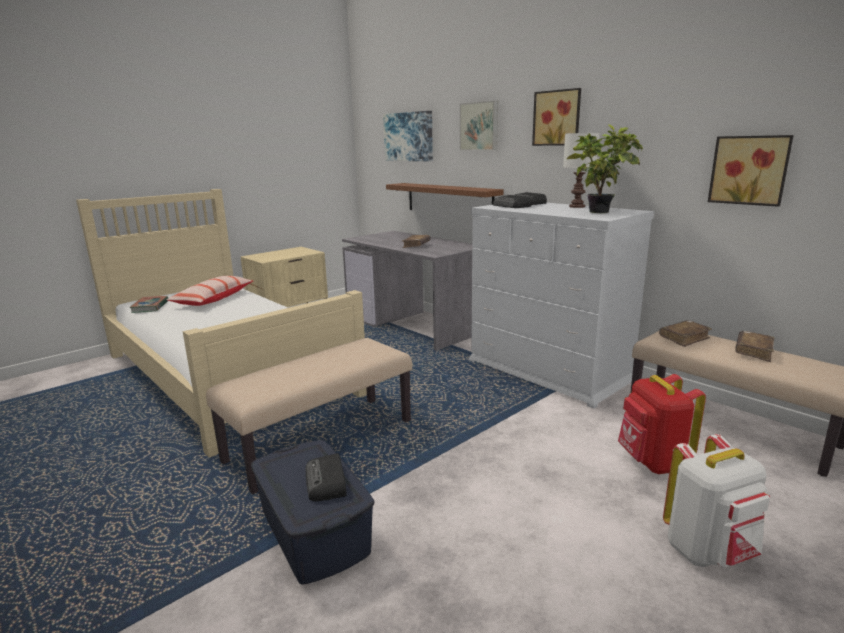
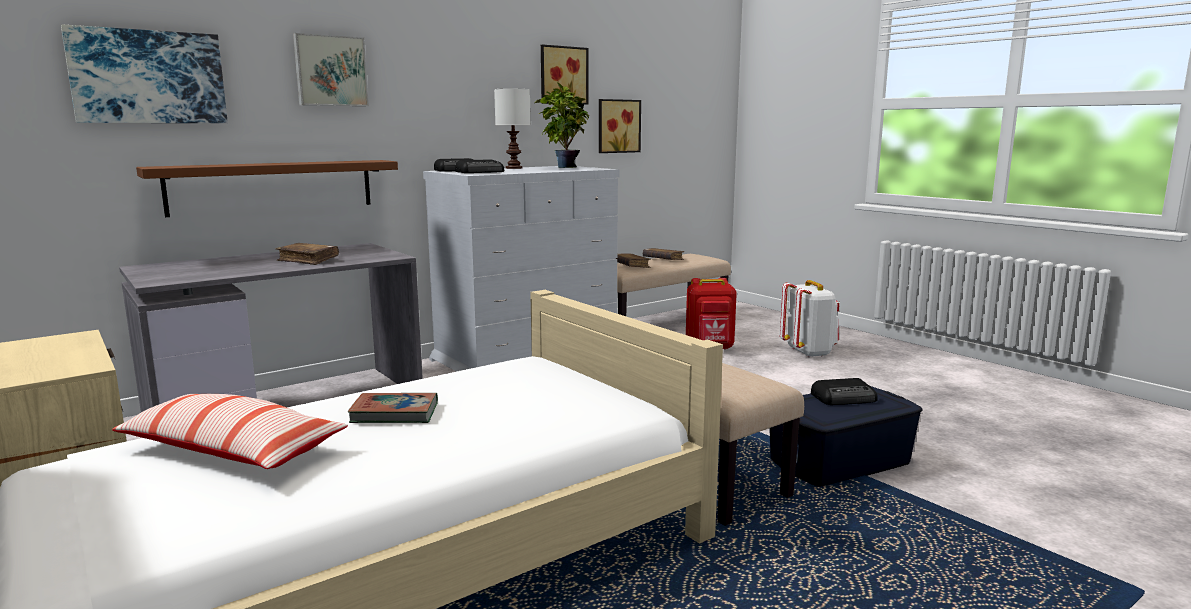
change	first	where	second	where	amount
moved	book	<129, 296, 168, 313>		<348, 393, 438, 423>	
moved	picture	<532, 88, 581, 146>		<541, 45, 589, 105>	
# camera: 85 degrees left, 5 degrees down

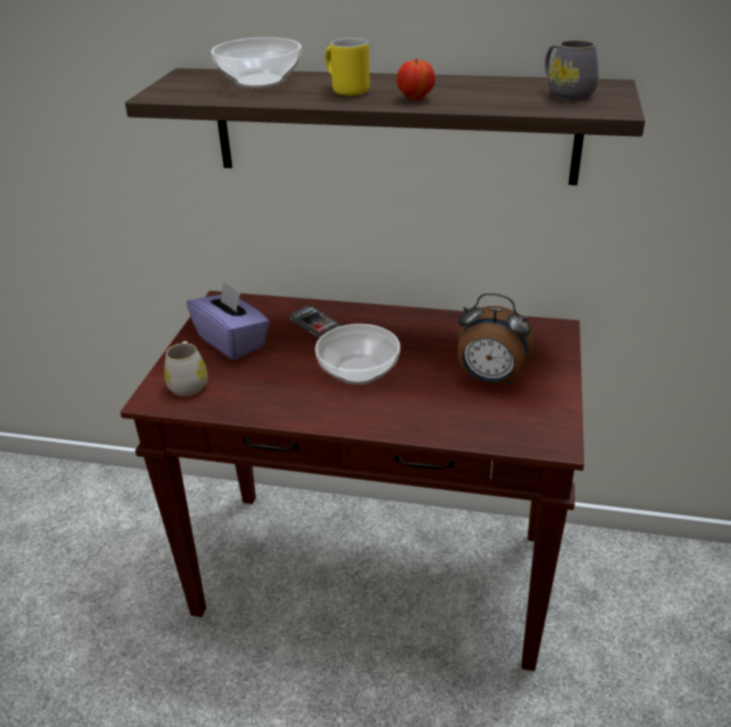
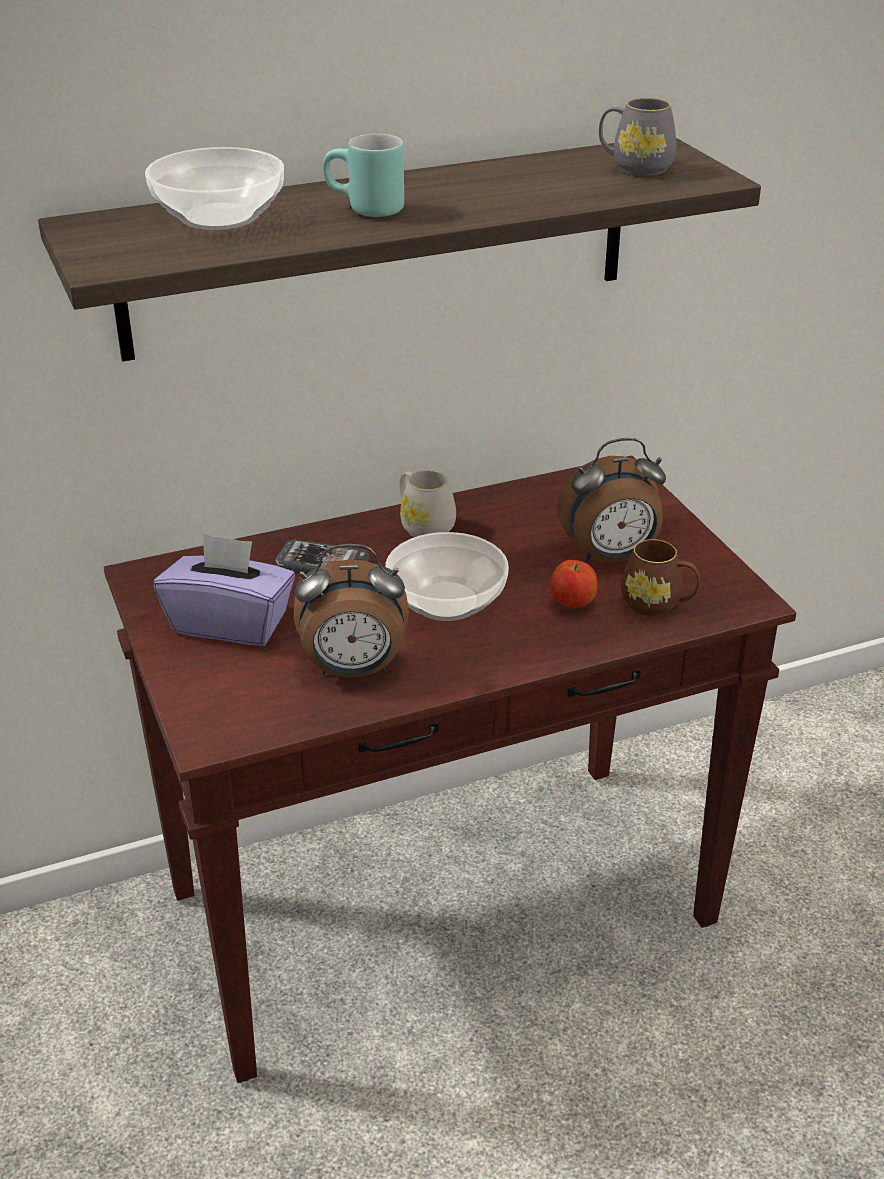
change	first	where	second	where	amount
added			alarm clock	<294, 544, 409, 678>	
added			mug (brown)	<621, 539, 700, 615>	
moved	mug (white)	<164, 341, 208, 397>		<400, 470, 456, 537>	
moved	apple	<397, 58, 435, 100>		<550, 560, 598, 609>	
recoloured	mug (yellow)	<325, 38, 370, 96>	mug (turquoise)	<323, 134, 404, 217>	
# camera: 35 degrees left, 0 degrees up

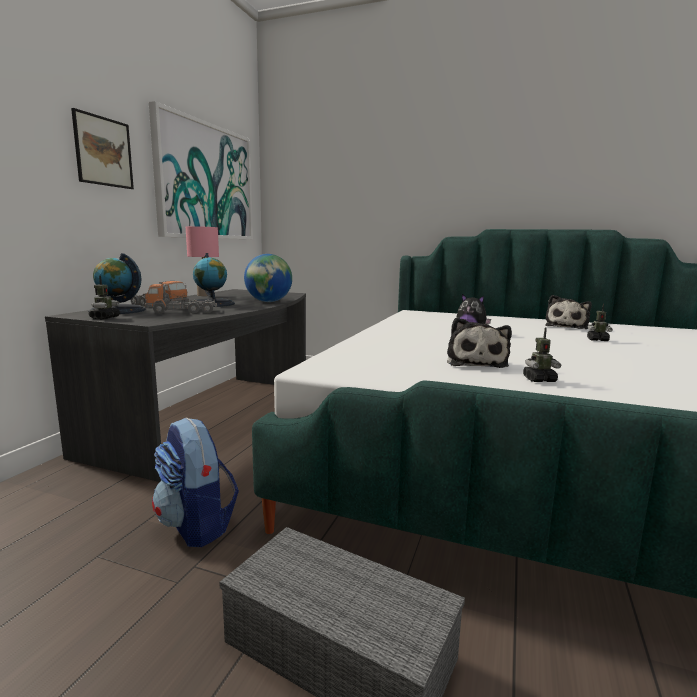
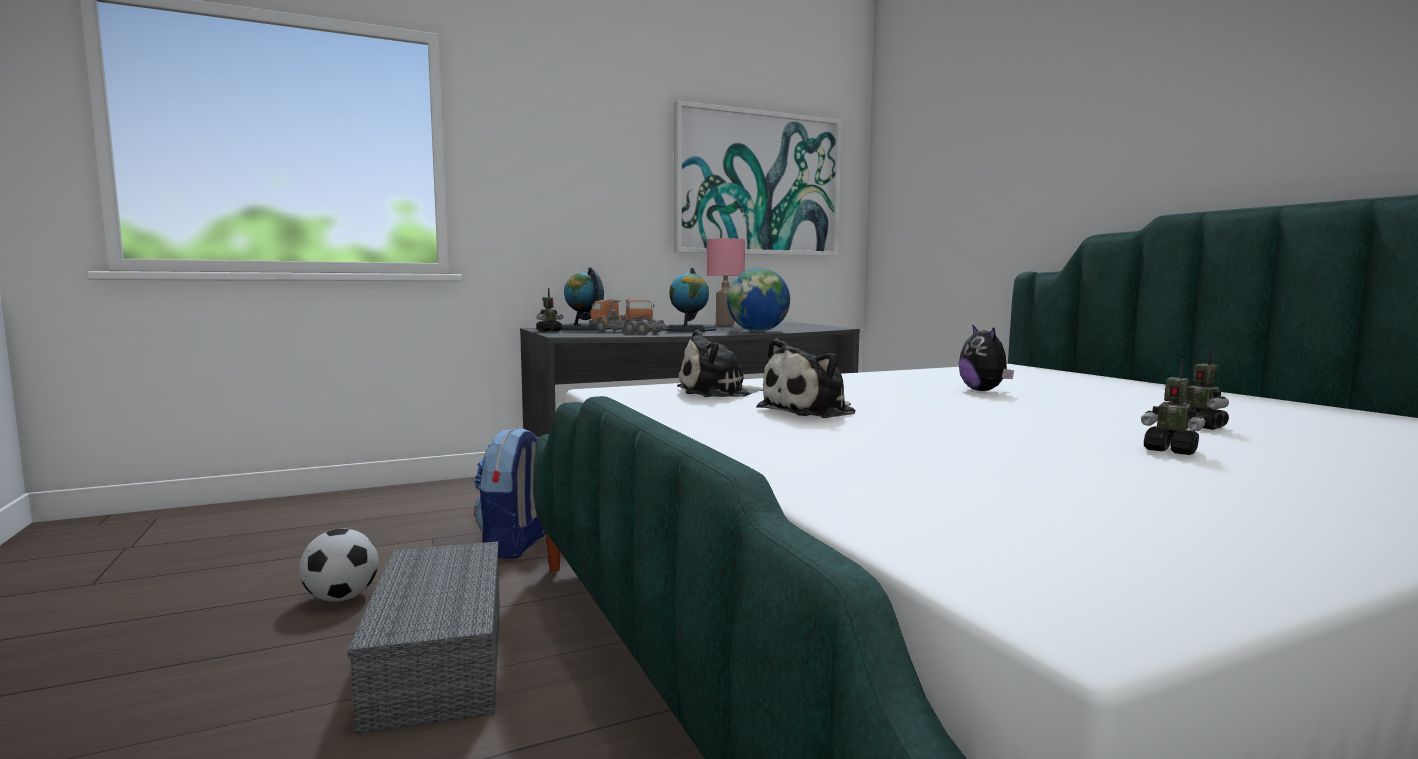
change	first	where	second	where	amount
removed	picture	<71, 108, 134, 189>			
added			football	<299, 529, 378, 602>	
moved	toy robot	<523, 327, 561, 382>		<1141, 359, 1205, 455>	
moved	plush toy	<545, 295, 592, 329>		<677, 330, 763, 397>	
# camera: 45 degrees right, 5 degrees down

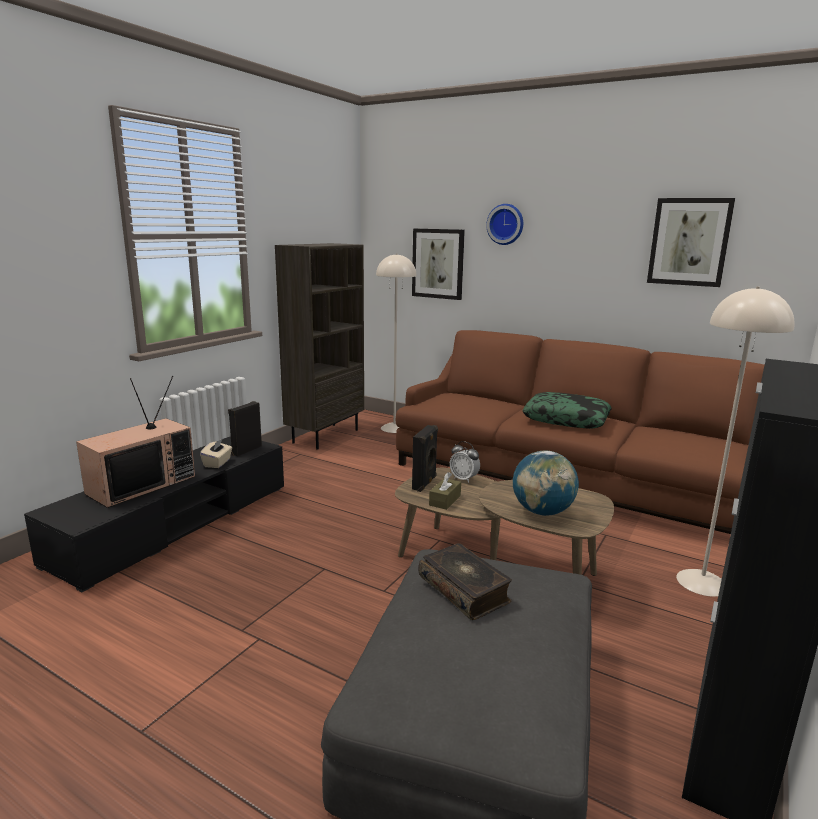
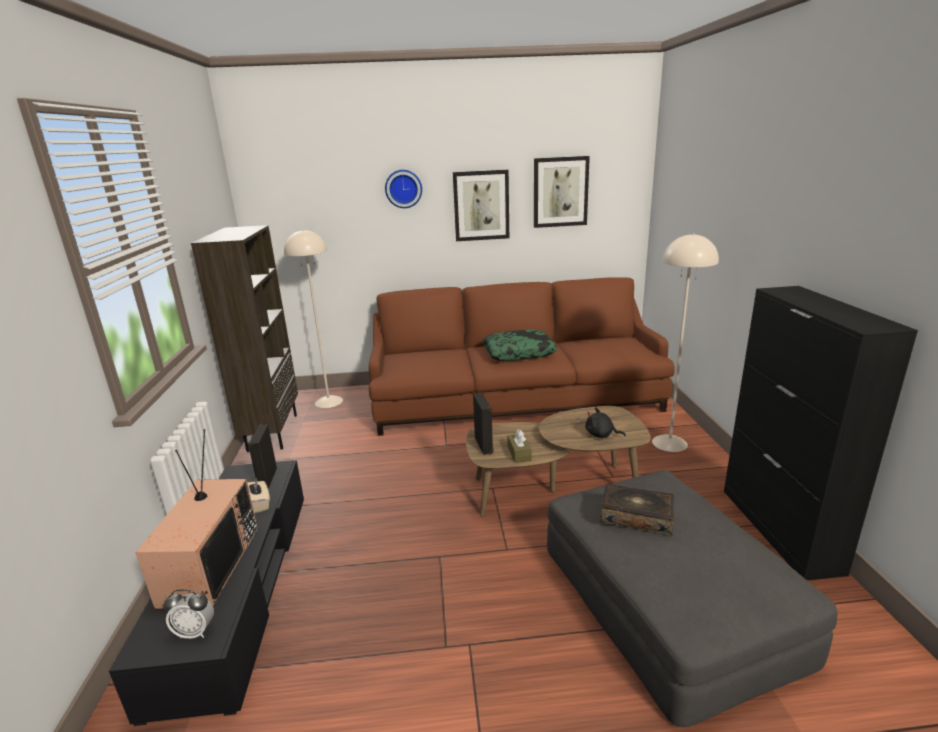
change	first	where	second	where	amount
moved	picture	<412, 229, 465, 300>		<453, 170, 509, 241>	
moved	alarm clock	<450, 441, 480, 483>		<164, 589, 214, 639>	
replaced	globe	<513, 450, 579, 516>	plush toy (black)	<585, 407, 626, 438>	
# camera: 35 degrees left, 5 degrees up

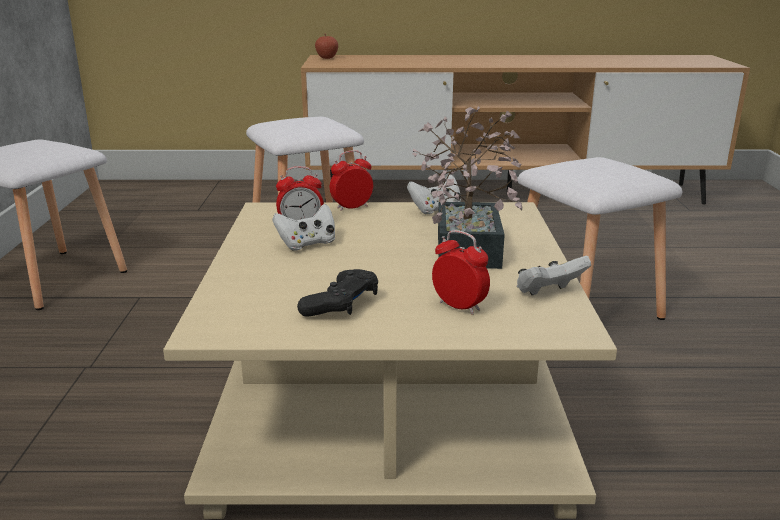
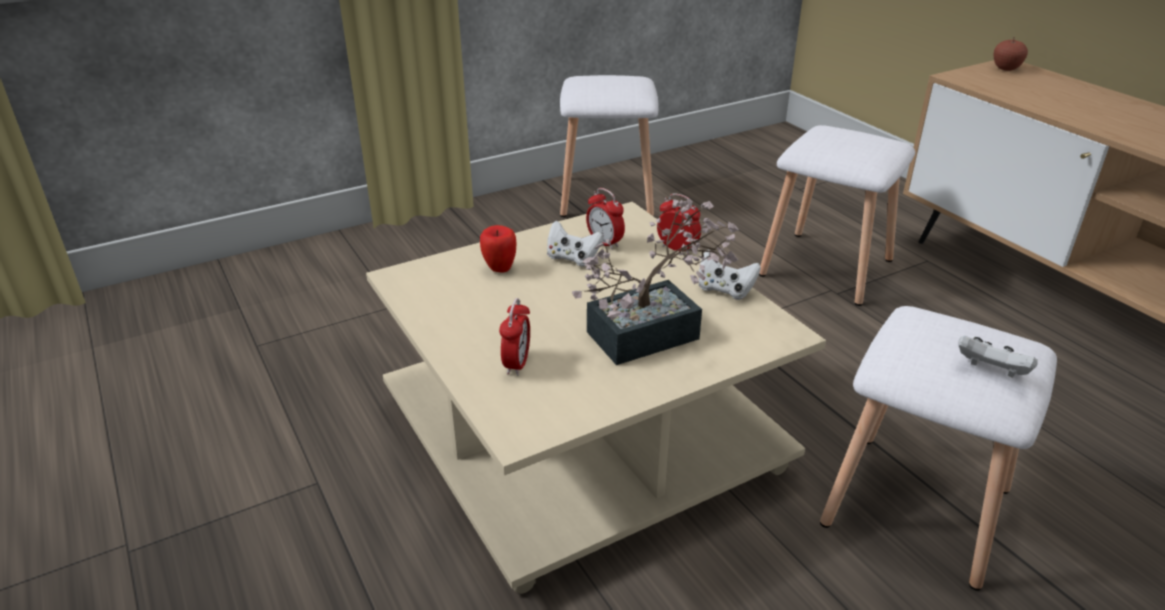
change	first	where	second	where	amount
removed	game controller (black)	<297, 269, 378, 317>			
added			apple	<480, 225, 517, 273>	
moved	game controller (white)	<517, 256, 591, 295>		<958, 336, 1038, 378>	
# camera: 60 degrees right, 10 degrees up

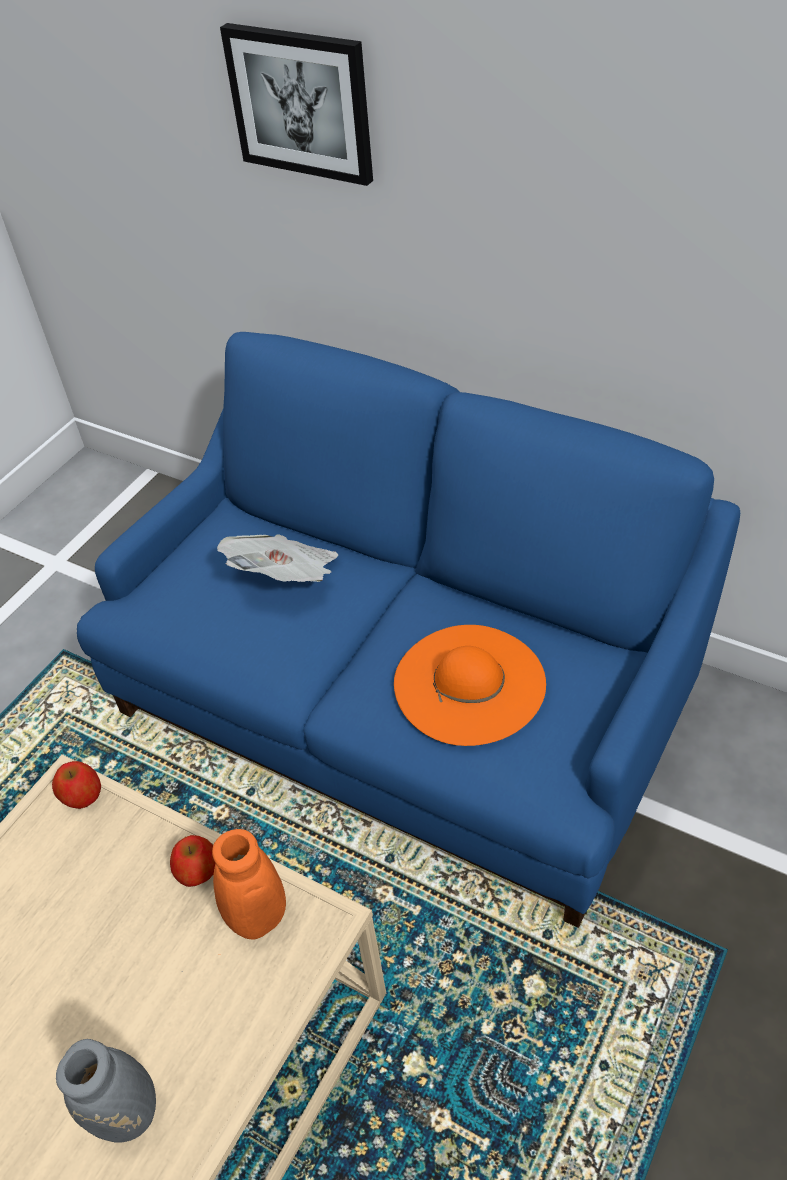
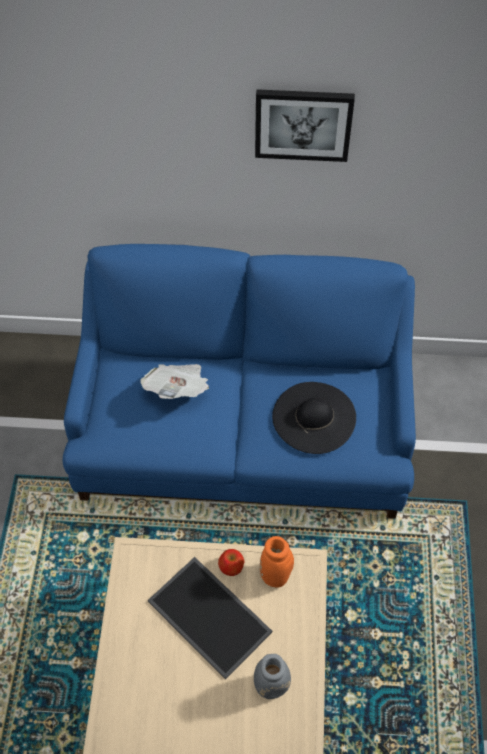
change	first	where	second	where	amount
removed	apple	<52, 761, 101, 809>			
added			tray	<148, 557, 272, 680>	
moved	picture	<220, 23, 373, 186>		<255, 89, 355, 162>	
recoloured	hat (orange)	<394, 625, 546, 746>	hat (black)	<272, 382, 356, 454>	
# camera: 30 degrees left, 10 degrees up

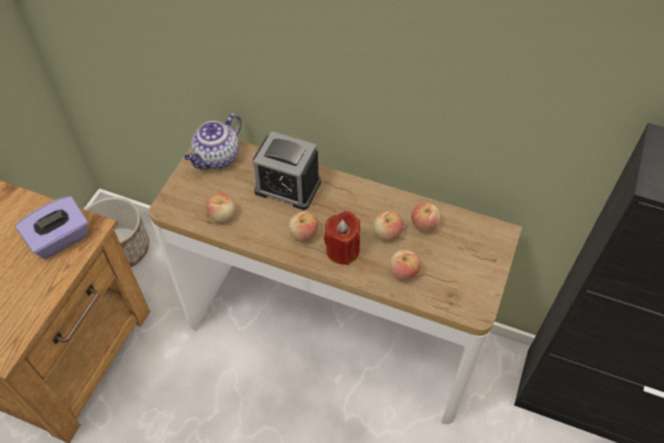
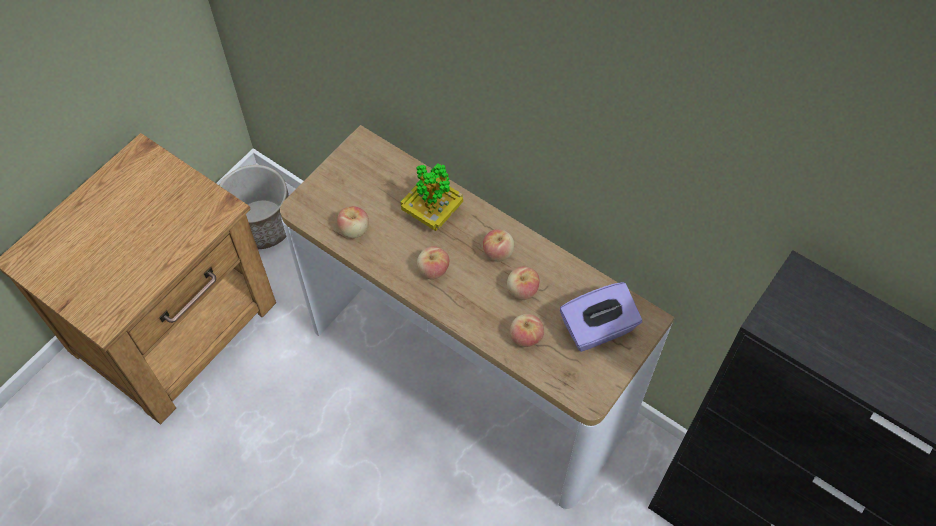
change	first	where	second	where	amount
removed	teapot	<184, 114, 242, 169>			
removed	candle (red)	<324, 211, 360, 265>			
moved	tissue box (purple)	<15, 196, 88, 259>		<560, 282, 642, 352>	
moved	apple	<411, 203, 441, 232>		<483, 229, 514, 262>	
replaced	alarm clock	<253, 131, 321, 210>	potted plant	<401, 163, 463, 231>	
# camera: 15 degrees right, 5 degrees up

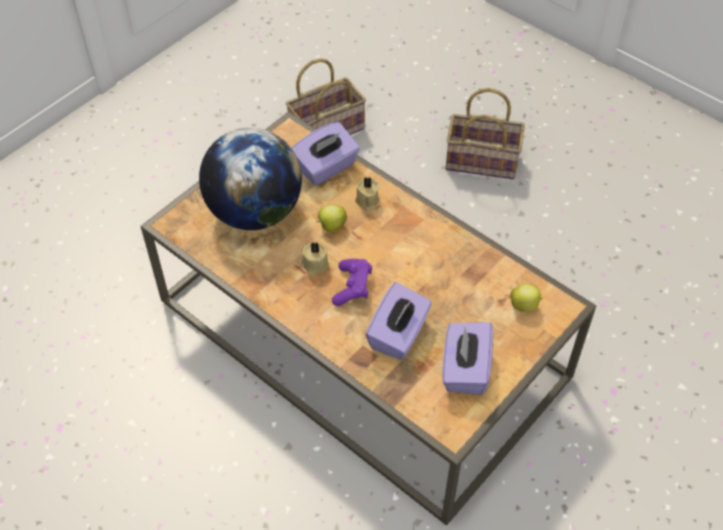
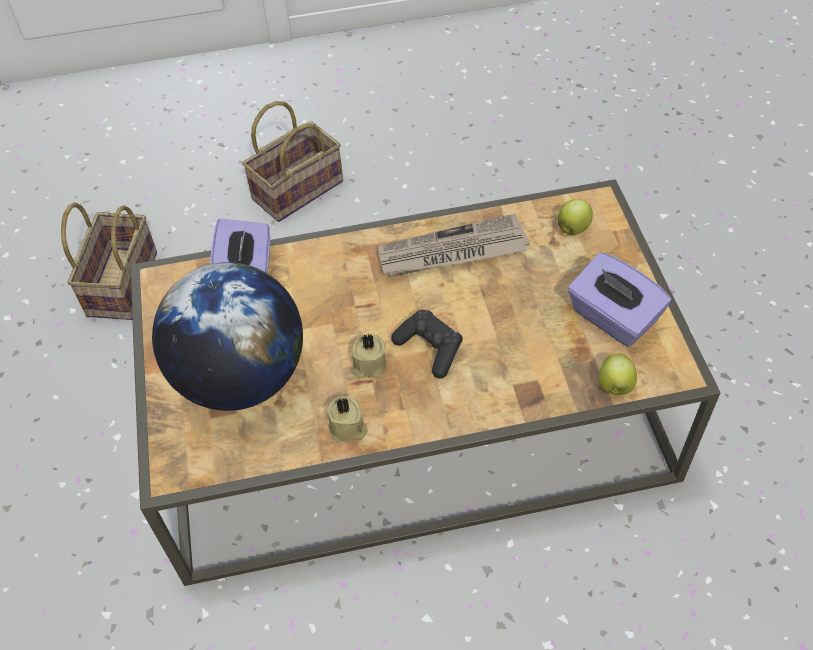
change	first	where	second	where	amount
removed	tissue box (purple)	<366, 282, 432, 360>			
added			newspaper	<378, 214, 530, 277>	
moved	apple	<317, 205, 347, 232>		<598, 354, 637, 395>	
moved	candle (beige)	<355, 177, 380, 211>		<327, 396, 368, 442>	
recoloured	game controller (purple)	<332, 259, 372, 306>	game controller (black)	<391, 310, 463, 378>	
# camera: 50 degrees left, 0 degrees up

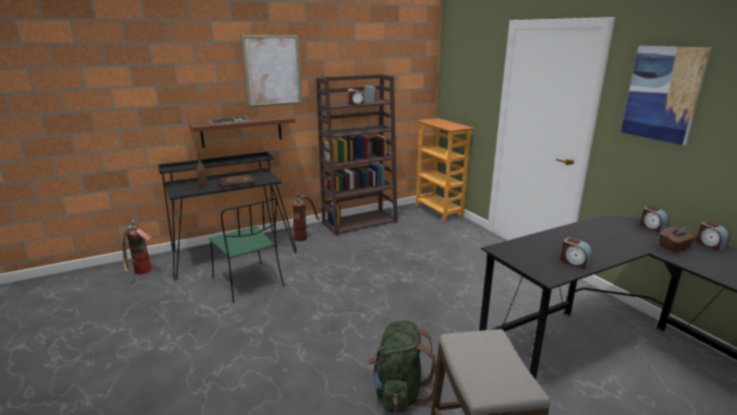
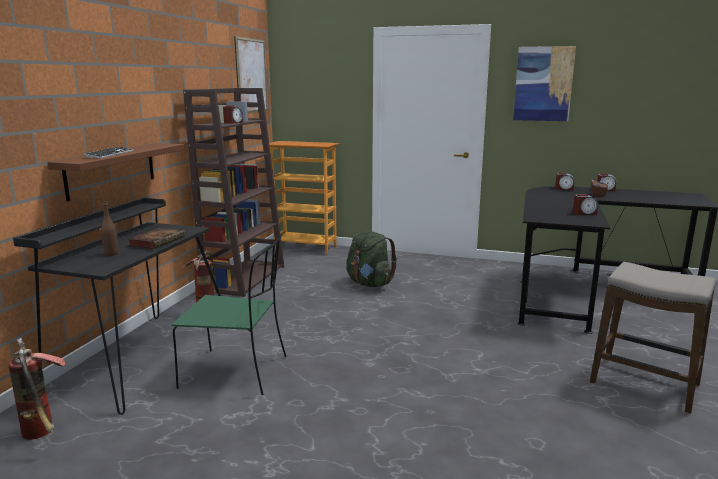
change	first	where	second	where	amount
moved	picture	<240, 35, 302, 108>		<234, 36, 268, 113>	
moved	backpack (green)	<367, 321, 437, 413>		<347, 231, 397, 287>	
# camera: 45 degrees left, 5 degrees down

